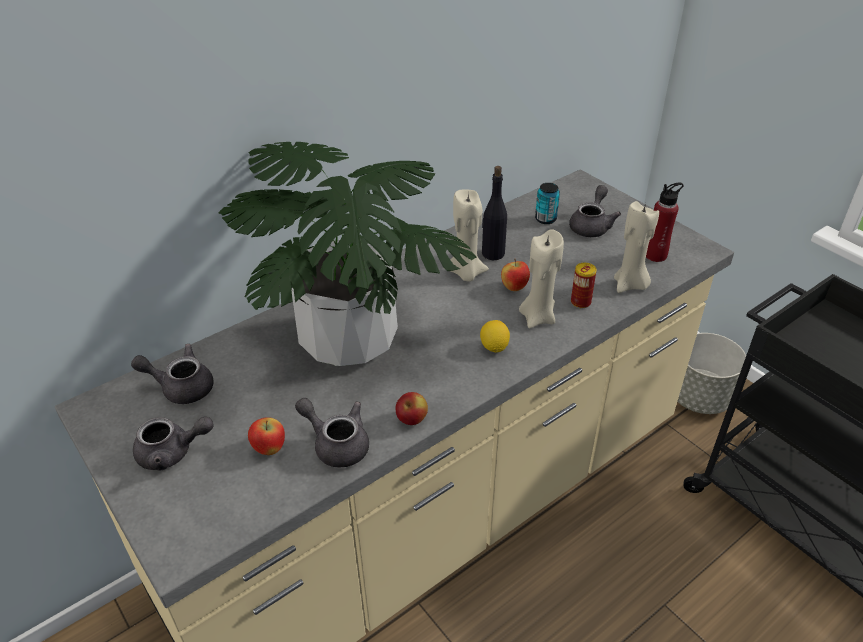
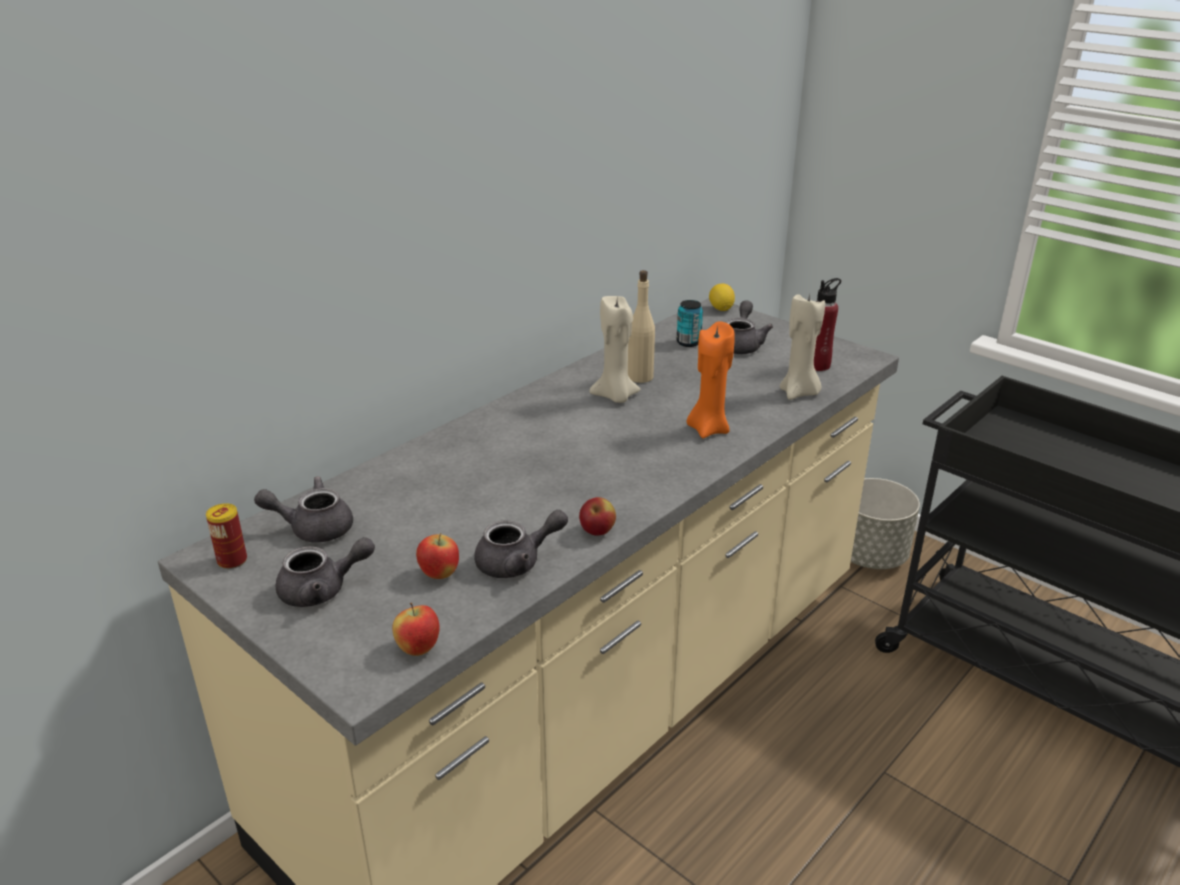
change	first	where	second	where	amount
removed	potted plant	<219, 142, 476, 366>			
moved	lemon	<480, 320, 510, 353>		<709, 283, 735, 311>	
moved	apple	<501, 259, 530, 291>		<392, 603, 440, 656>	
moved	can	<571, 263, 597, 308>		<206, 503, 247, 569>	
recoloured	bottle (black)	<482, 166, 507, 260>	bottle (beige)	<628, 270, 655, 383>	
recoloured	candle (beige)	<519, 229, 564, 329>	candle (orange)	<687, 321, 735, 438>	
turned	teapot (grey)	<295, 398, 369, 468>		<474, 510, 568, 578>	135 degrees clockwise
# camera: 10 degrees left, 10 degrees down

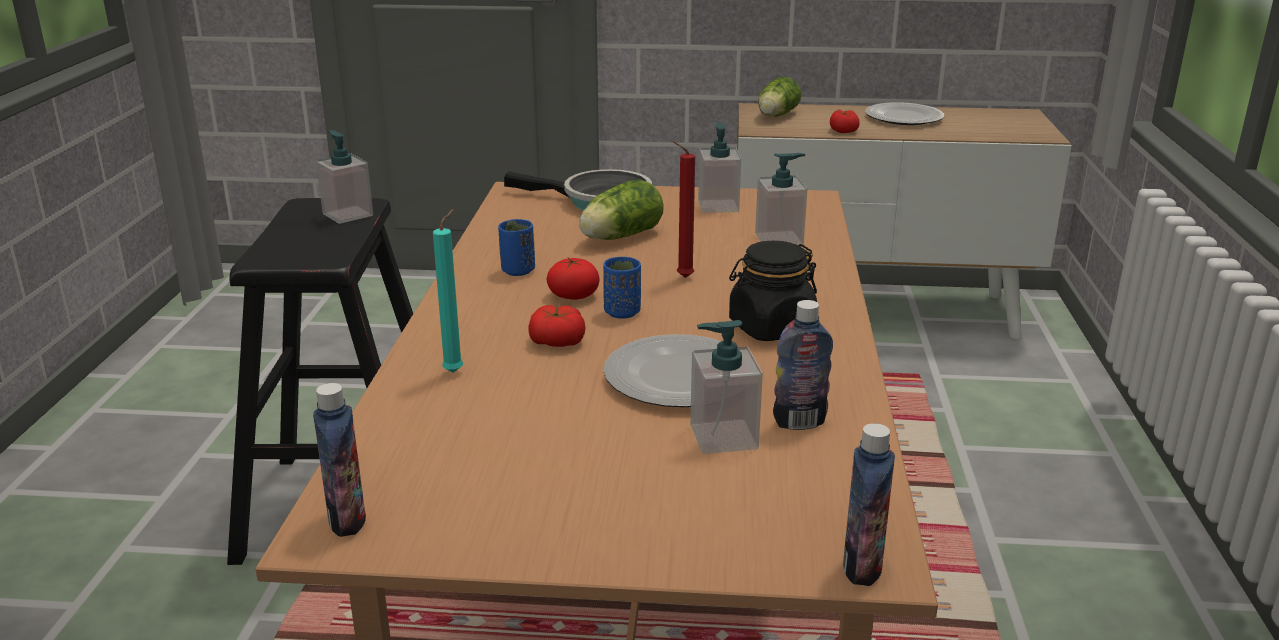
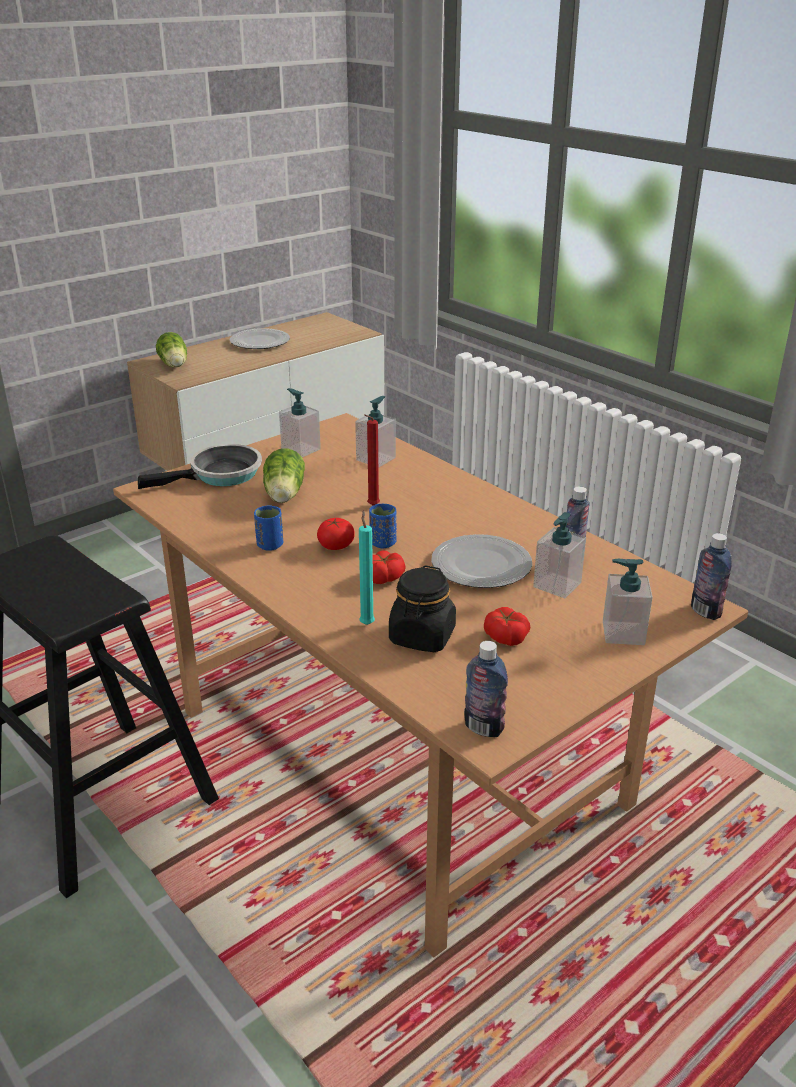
change	first	where	second	where	amount
moved	soap dispenser	<316, 130, 373, 224>		<603, 559, 653, 645>	
moved	jar (black)	<729, 241, 817, 341>		<389, 565, 456, 652>	
moved	tomato	<830, 109, 860, 133>		<484, 607, 530, 646>	
# camera: 45 degrees left, 5 degrees up

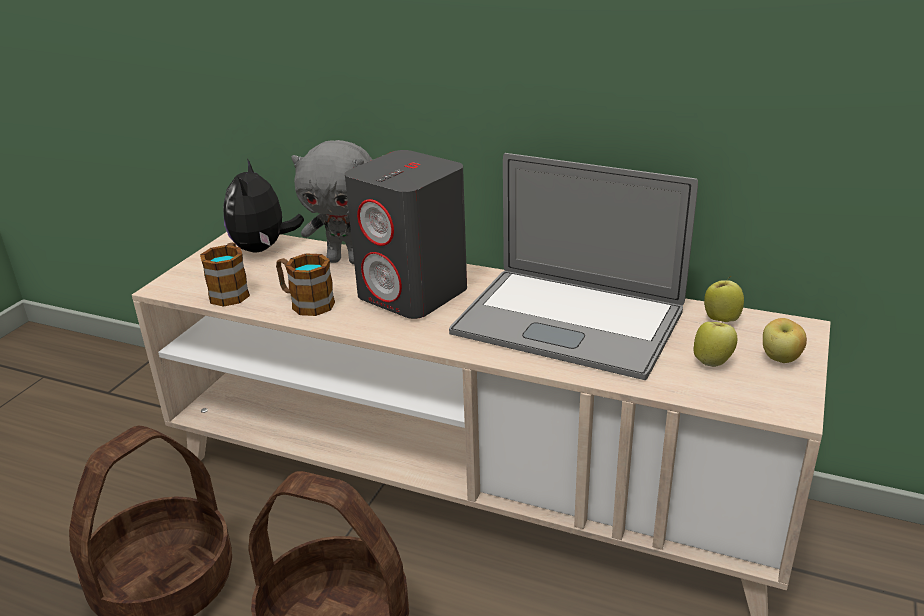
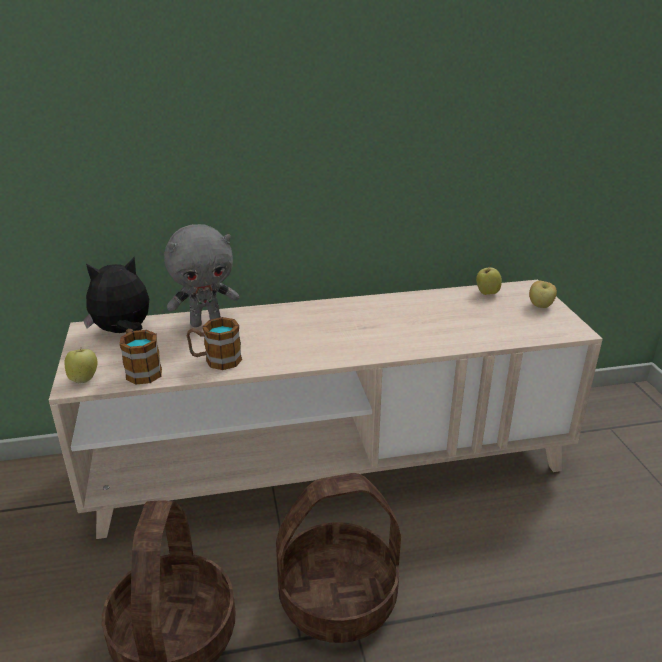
change	first	where	second	where	amount
removed	speaker (grey)	<345, 150, 467, 319>			
removed	laptop	<449, 153, 698, 380>			
moved	apple	<694, 320, 737, 367>		<65, 349, 97, 383>	
turned	plush toy	<223, 159, 304, 253>		<83, 257, 149, 333>	105 degrees clockwise
# camera: 35 degrees left, 0 degrees up

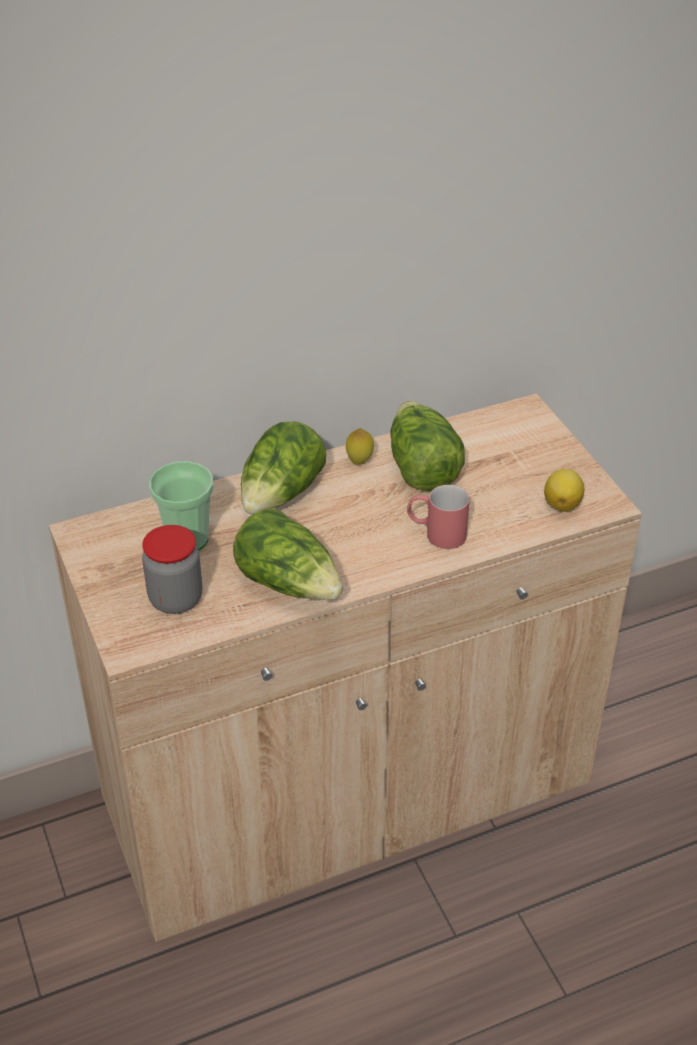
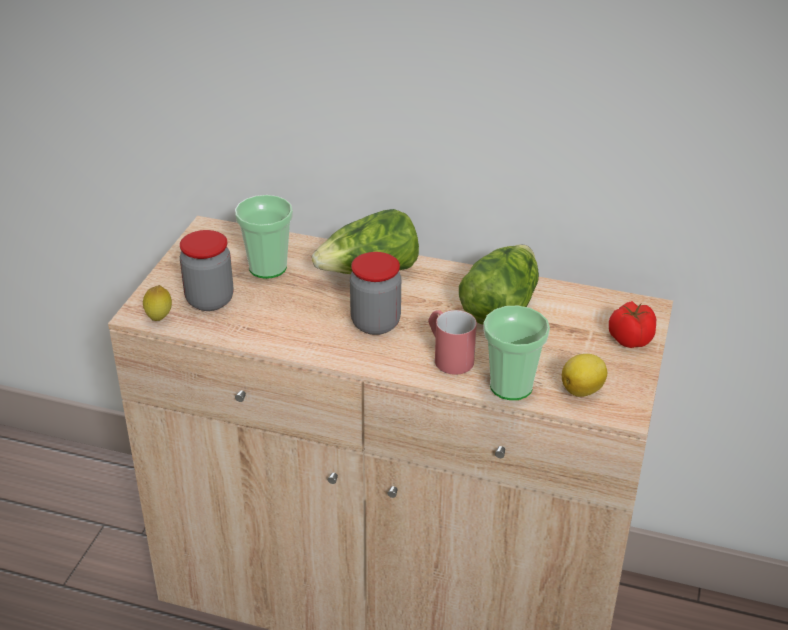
change	first	where	second	where	amount
removed	lettuce	<233, 509, 343, 600>			
added			jar	<350, 252, 401, 335>	
added			cup	<483, 306, 550, 400>	
added			tomato	<609, 301, 656, 348>	
moved	lemon	<346, 428, 374, 465>		<143, 285, 172, 321>	
# camera: 40 degrees right, 5 degrees down

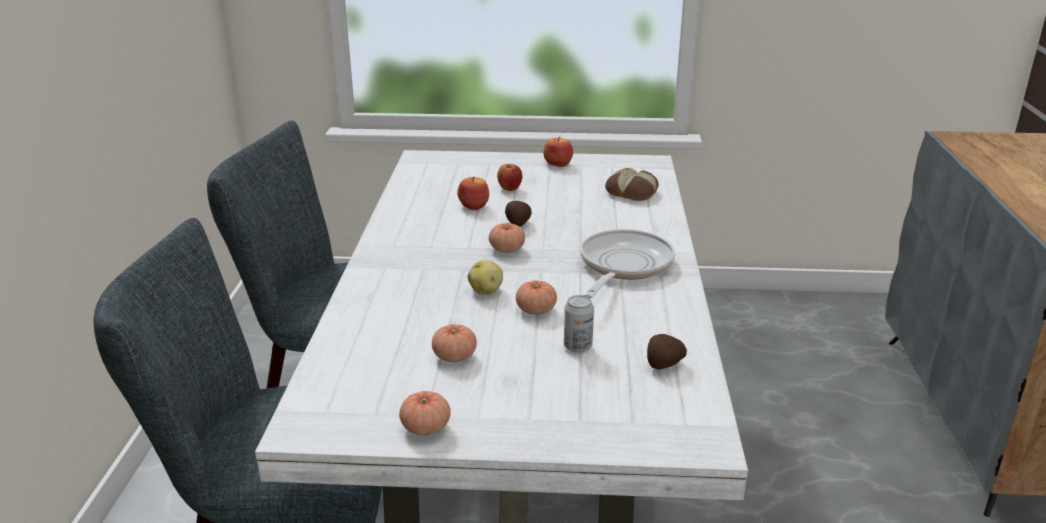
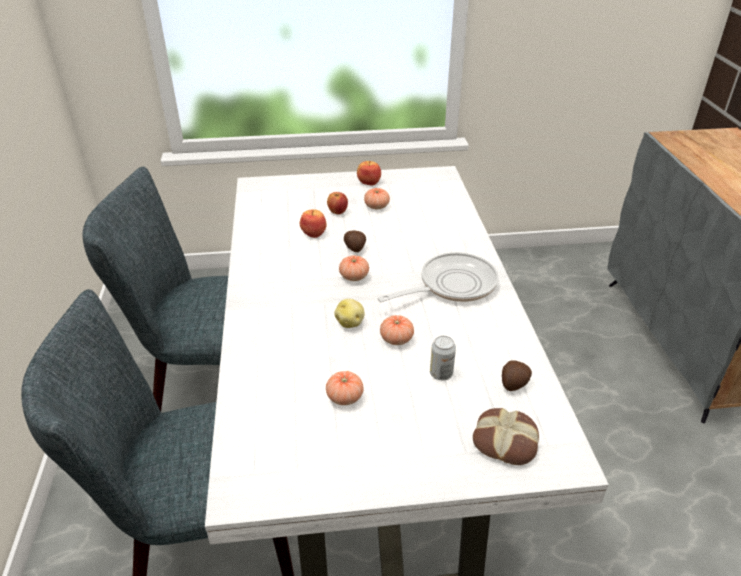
change	first	where	second	where	amount
moved	tomato	<399, 391, 451, 435>		<364, 188, 390, 209>	
moved	bread	<605, 168, 659, 201>		<473, 408, 539, 465>	
turned	frying pan	<580, 229, 675, 298>		<377, 252, 498, 302>	45 degrees clockwise
# camera: 10 degrees left, 10 degrees up

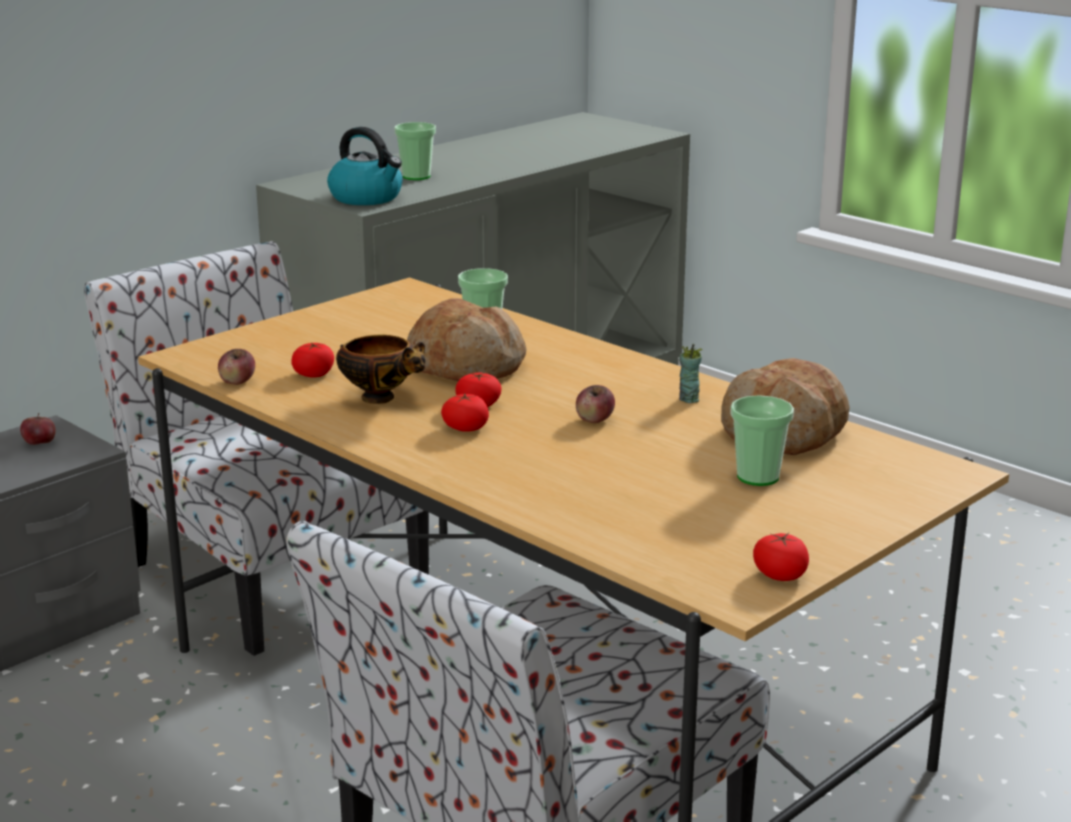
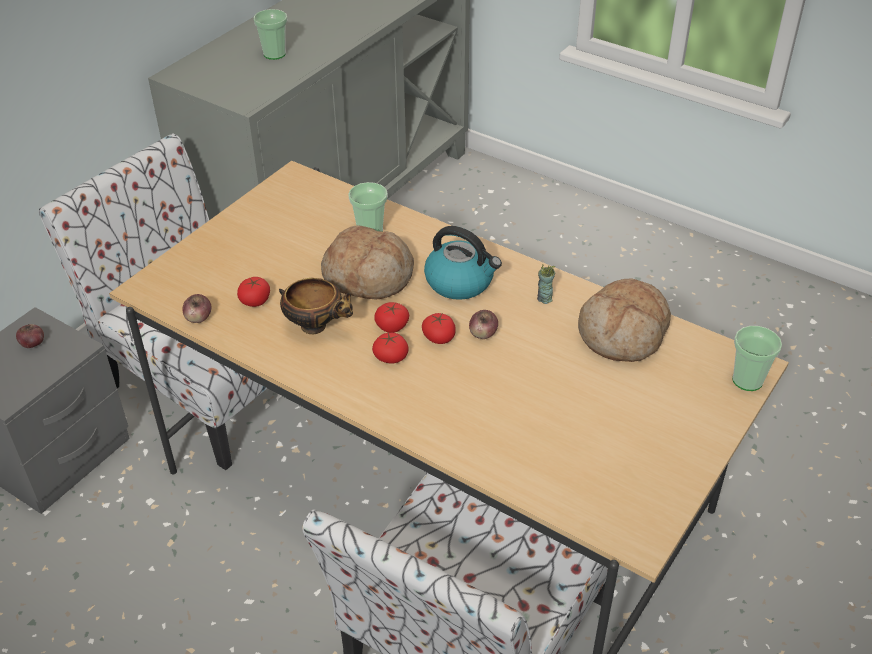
change	first	where	second	where	amount
moved	kettle	<327, 127, 403, 205>		<424, 226, 502, 300>	
moved	cup	<731, 395, 794, 486>		<732, 326, 782, 391>	
moved	tomato	<753, 533, 809, 581>		<422, 313, 456, 344>	
# camera: 10 degrees left, 20 degrees up

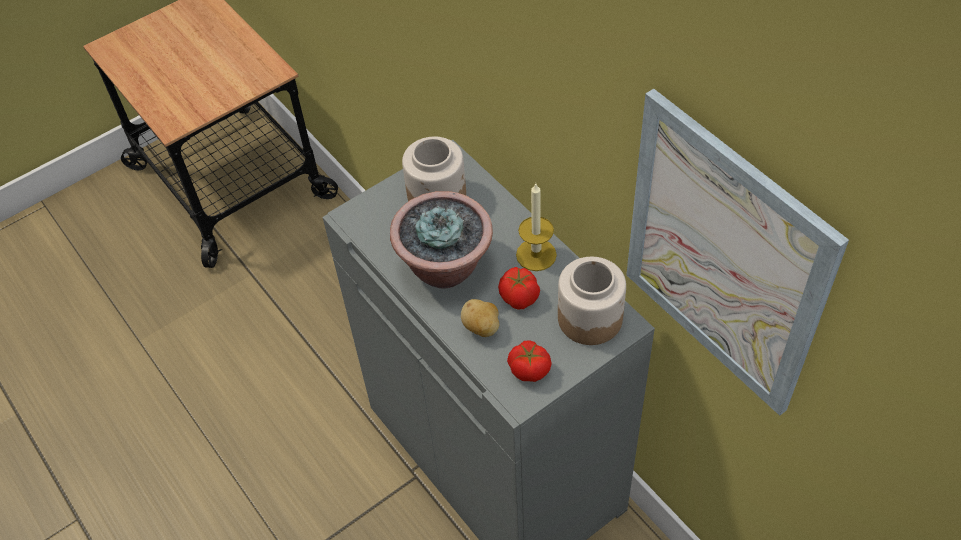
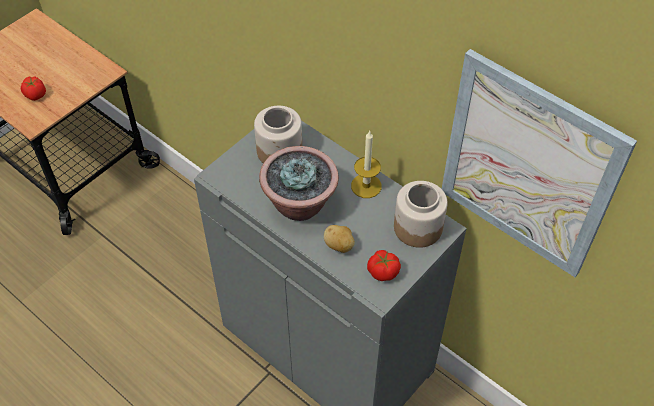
change	first	where	second	where	amount
moved	tomato	<498, 267, 540, 309>		<21, 76, 46, 101>	
# camera: 15 degrees left, 0 degrees up

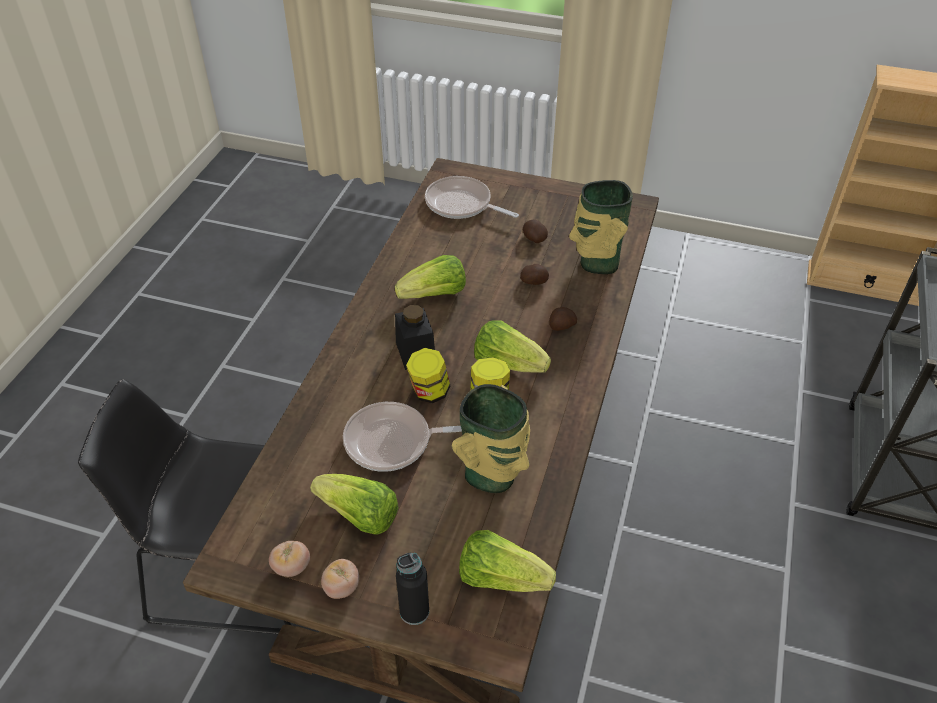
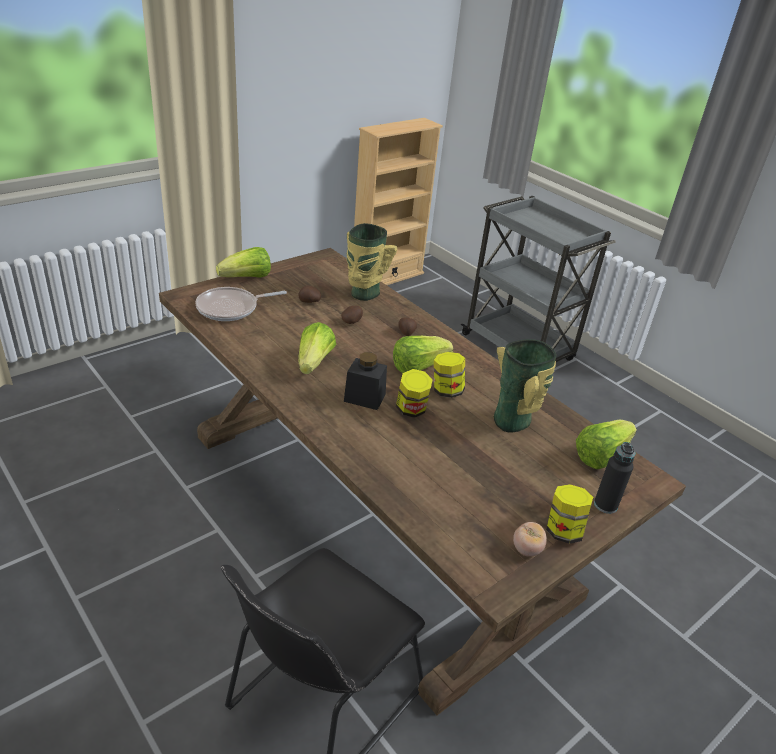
change	first	where	second	where	amount
removed	frying pan	<343, 402, 462, 472>			
moved	lettuce	<310, 474, 399, 535>		<216, 247, 271, 278>	
replaced	tomato	<321, 559, 359, 599>	jar	<546, 484, 593, 544>	
# camera: 60 degrees left, 10 degrees down

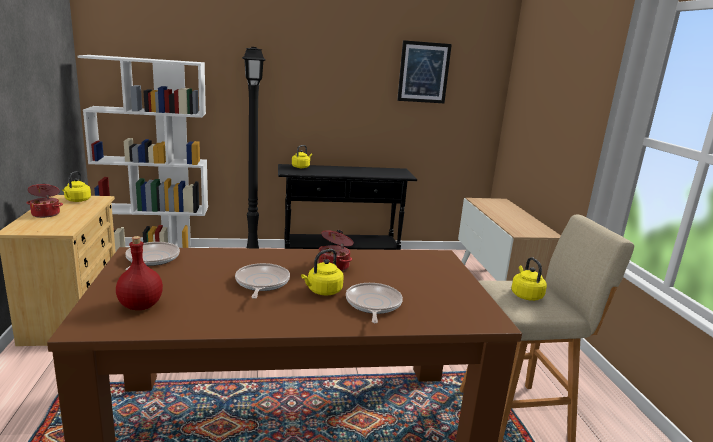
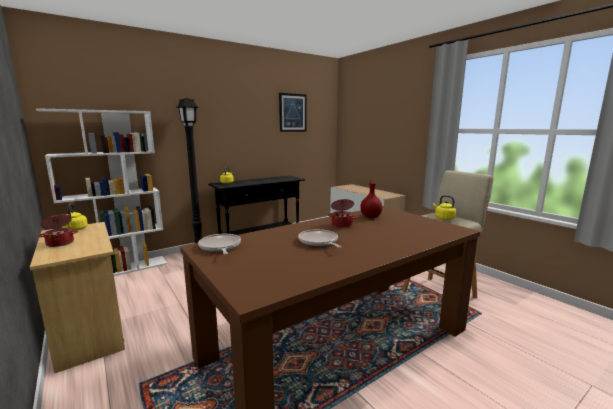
change	first	where	second	where	amount
removed	kettle (yellow)	<301, 249, 344, 295>			
removed	frying pan	<346, 283, 403, 323>			
moved	bottle (red)	<116, 236, 163, 310>		<360, 180, 382, 218>	
# camera: 25 degrees left, 5 degrees down

